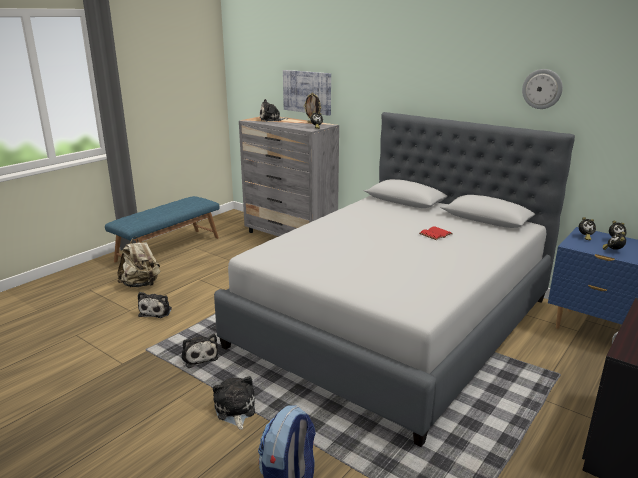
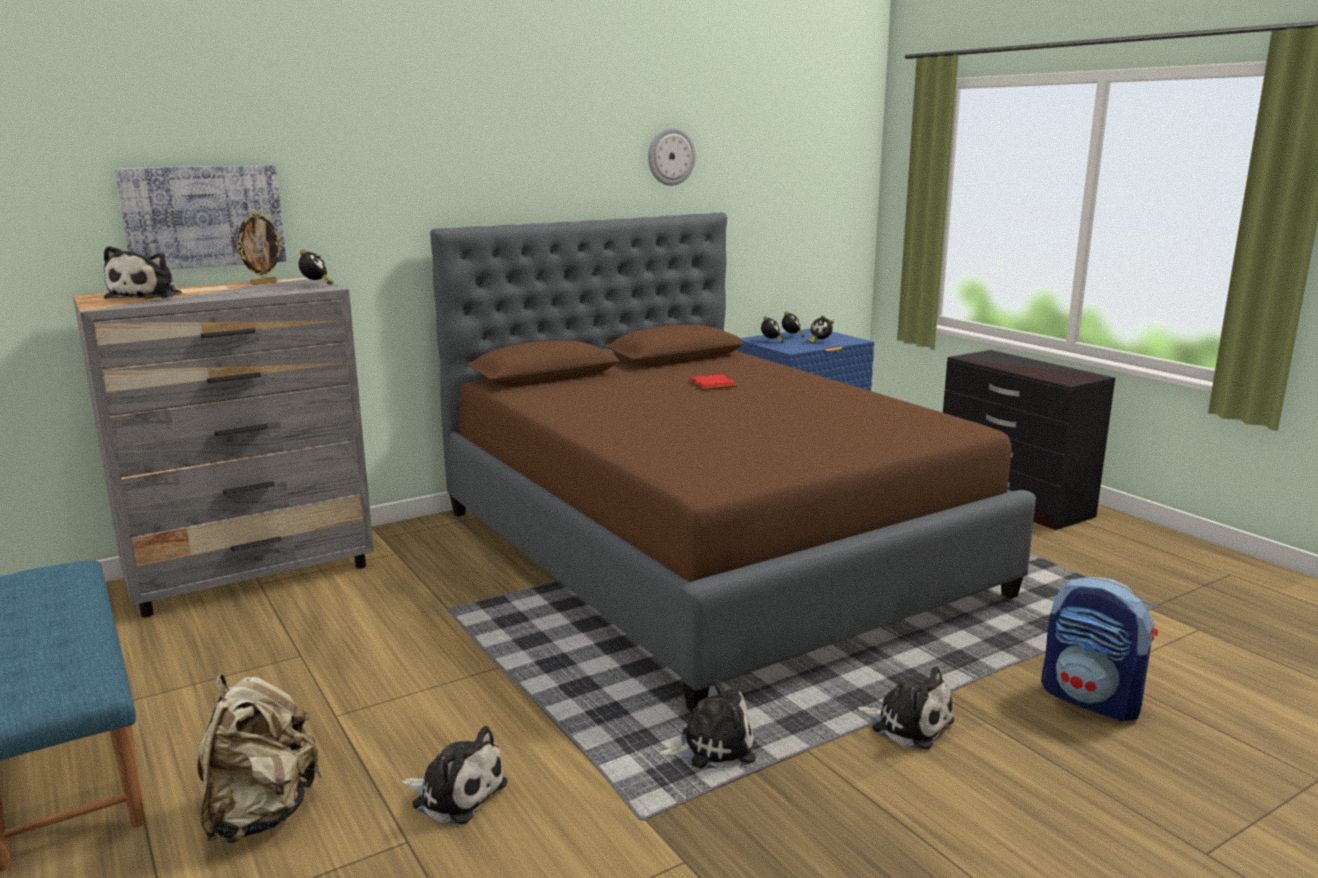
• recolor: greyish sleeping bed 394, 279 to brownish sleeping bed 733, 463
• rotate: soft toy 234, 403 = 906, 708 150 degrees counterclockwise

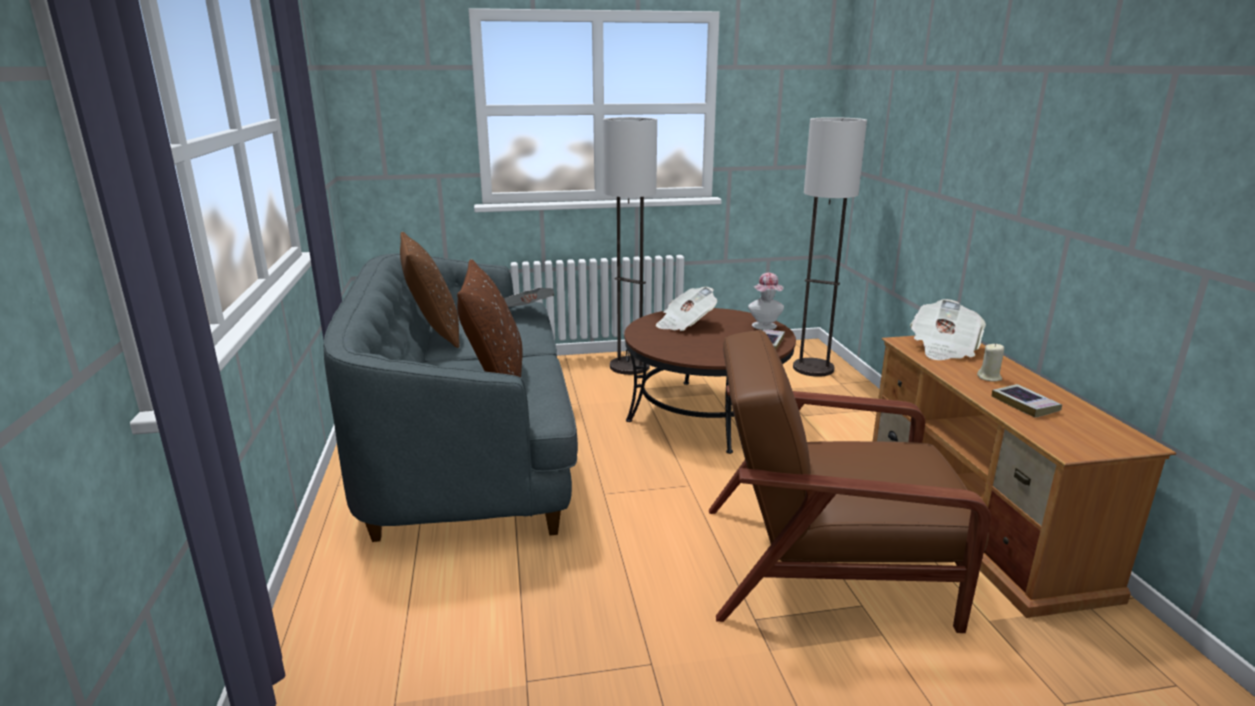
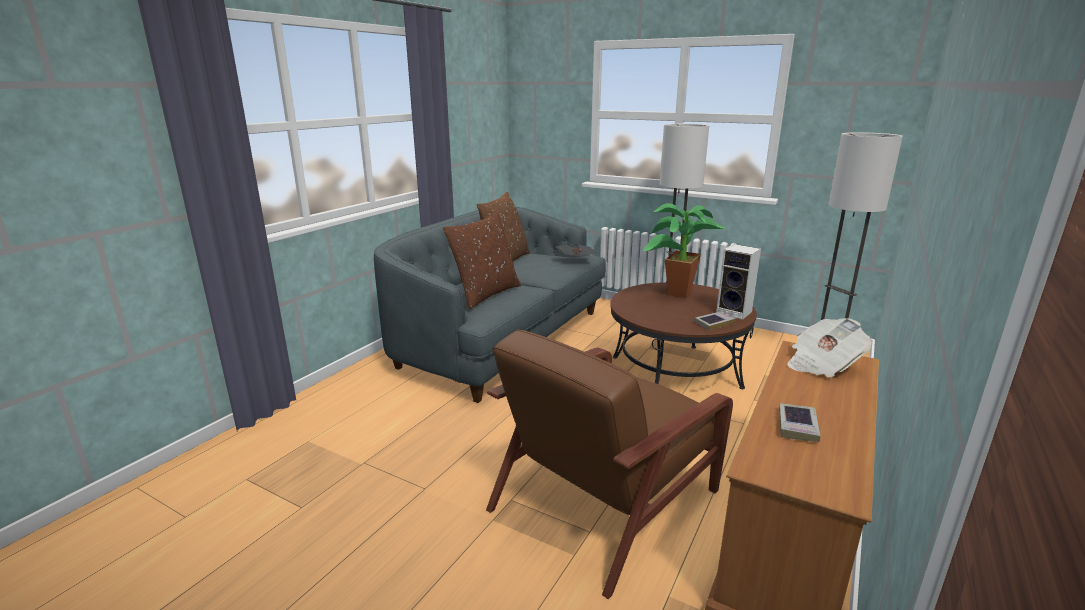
• rotate: brownish easy chair 850, 481 = 609, 464 90 degrees counterclockwise
• replace: printed paper 686, 309 to houseplant 684, 250
• replace: clothing hat 766, 301 to speaker 738, 282
• delete: sand-coloured candle 990, 362

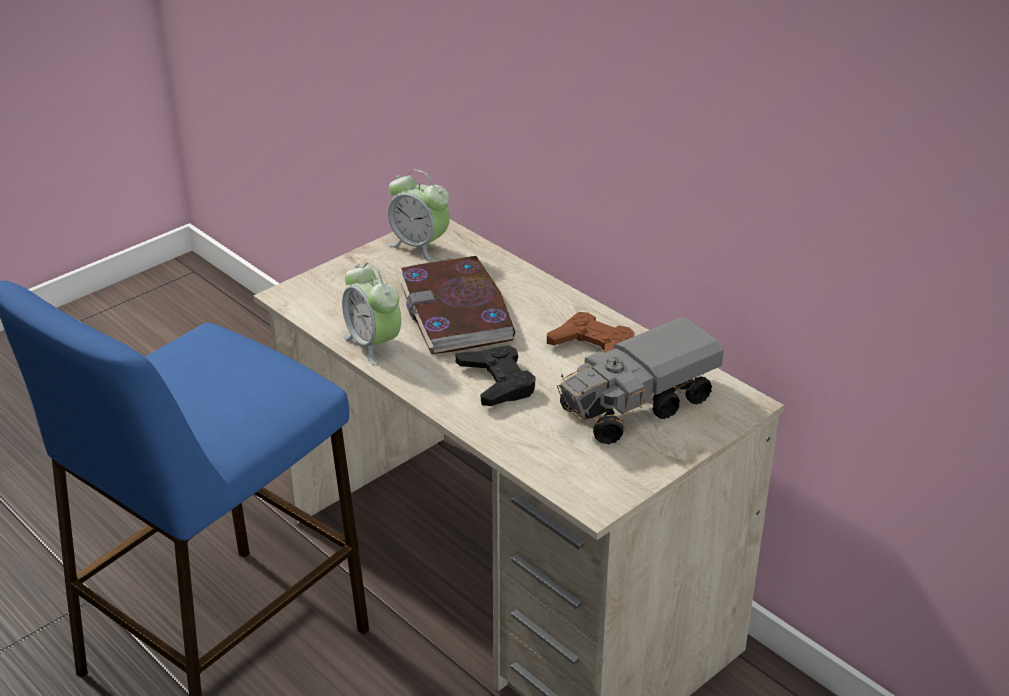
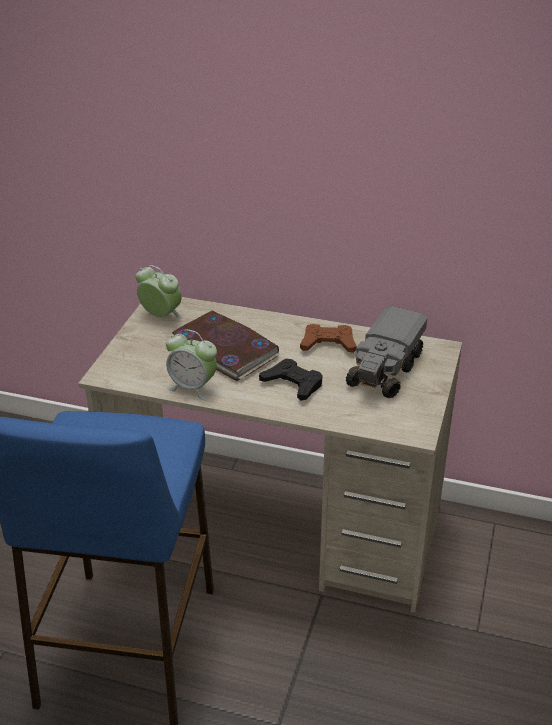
• rotate: table clock 419, 215 = 160, 291 150 degrees counterclockwise

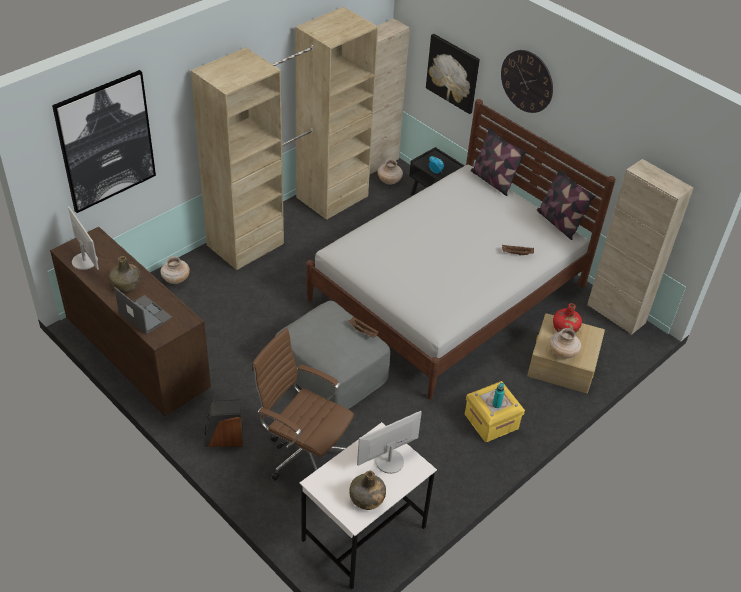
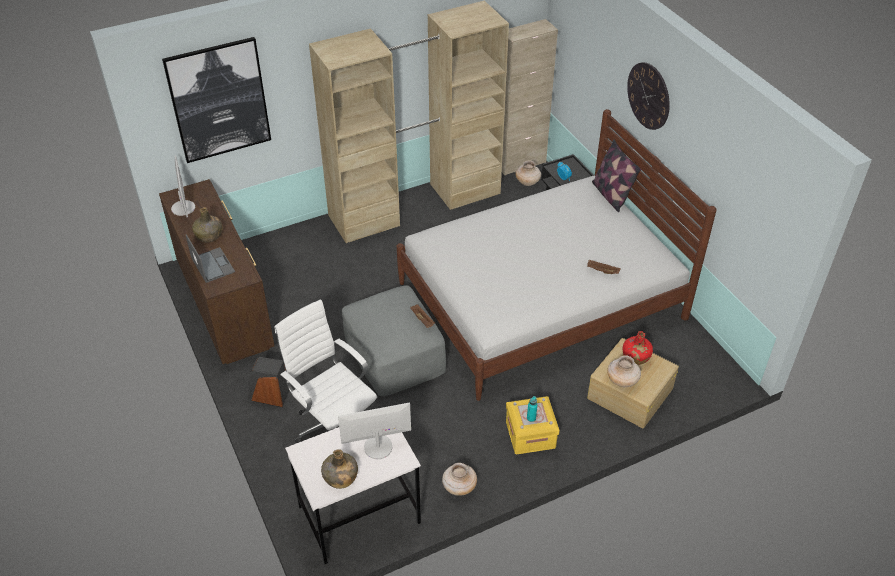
• recolor: brownish computer chair 303, 404 to white-coloured computer chair 325, 371
• move: sand-coloured flower vase 175, 270 to 459, 479
• delete: wall picture 453, 74
• delete: cushion 566, 205
• delete: sand-coloured storage cabinet 640, 247

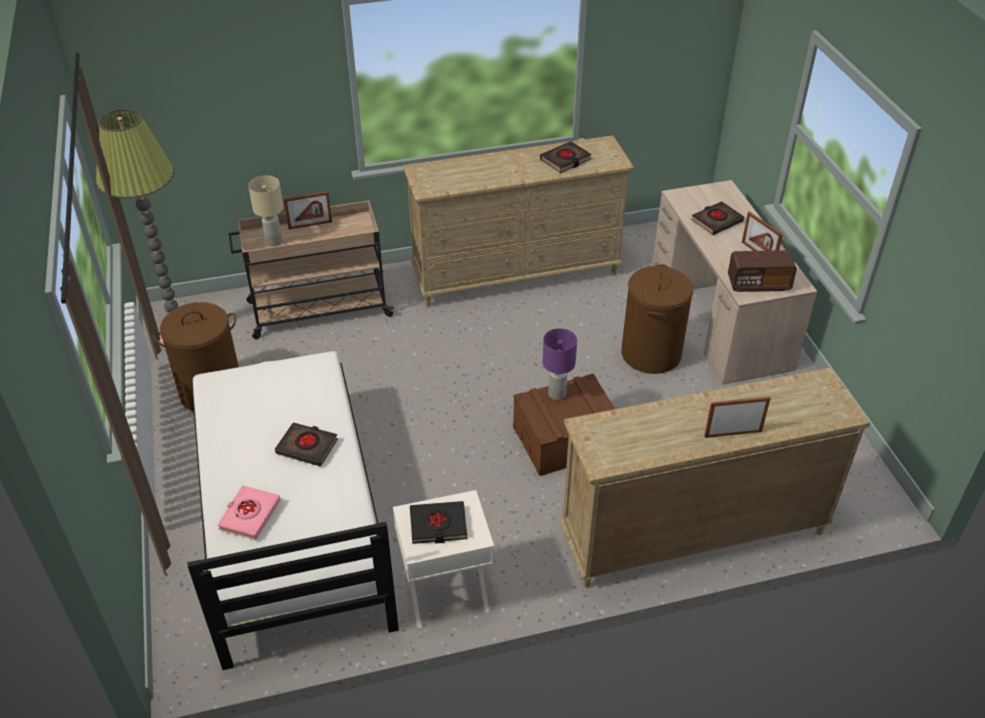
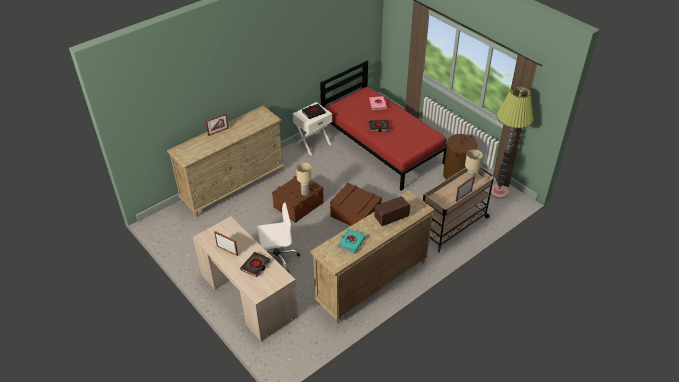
• replace: brownish washing basket 657, 319 to white-coloured computer chair 278, 237
• recolor: purple table lamp 560, 364 to sand-coloured table lamp 304, 179
• recolor: white-coloured sleeping bed 293, 510 to reddish sleeping bed 383, 125
• insert: brownish storage container 356, 204
• recolor: black volume 565, 157 to turquoise-coloured volume 351, 241
• move: radio receiver 762, 271 to 392, 211

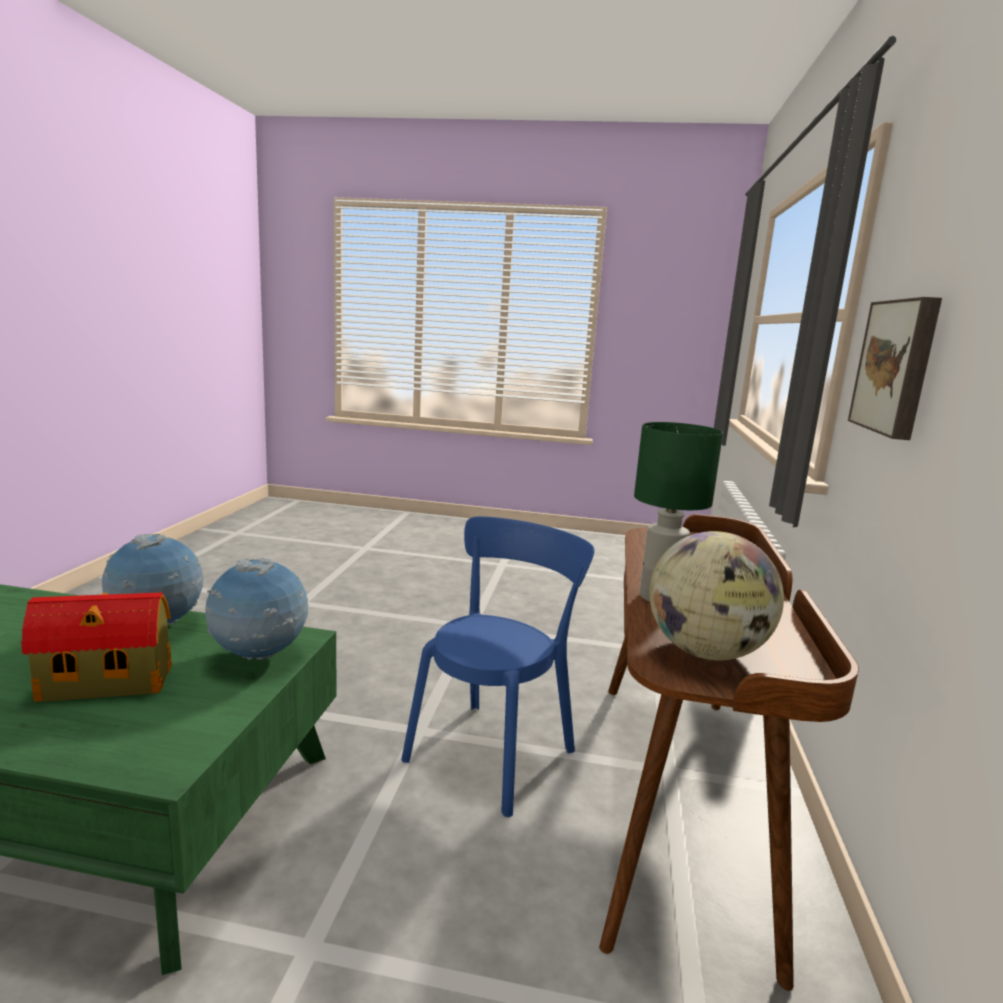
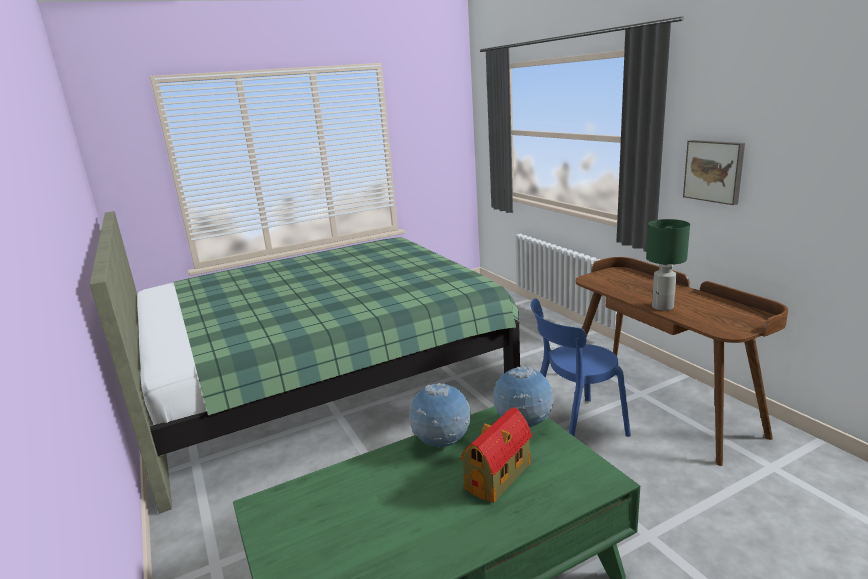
• insert: greenish sleeping bed 304, 362
• rotate: blue upright chair 498, 666 = 581, 367 105 degrees counterclockwise
• delete: desk globe 716, 596

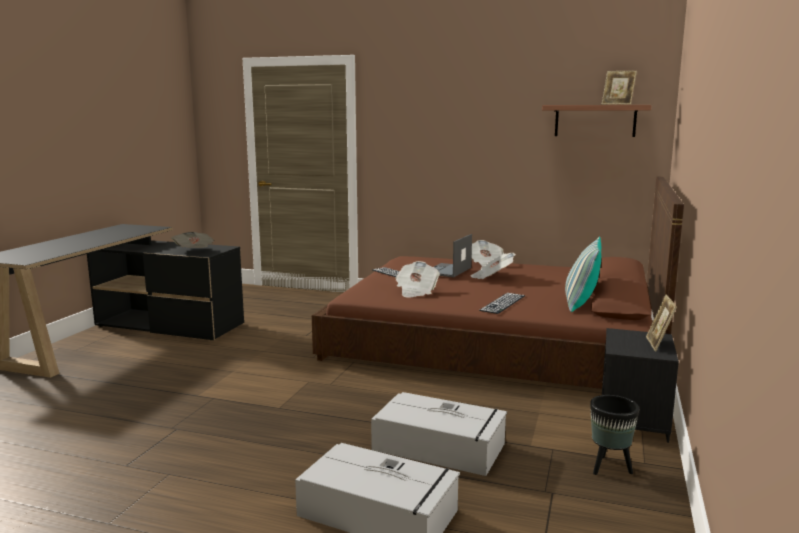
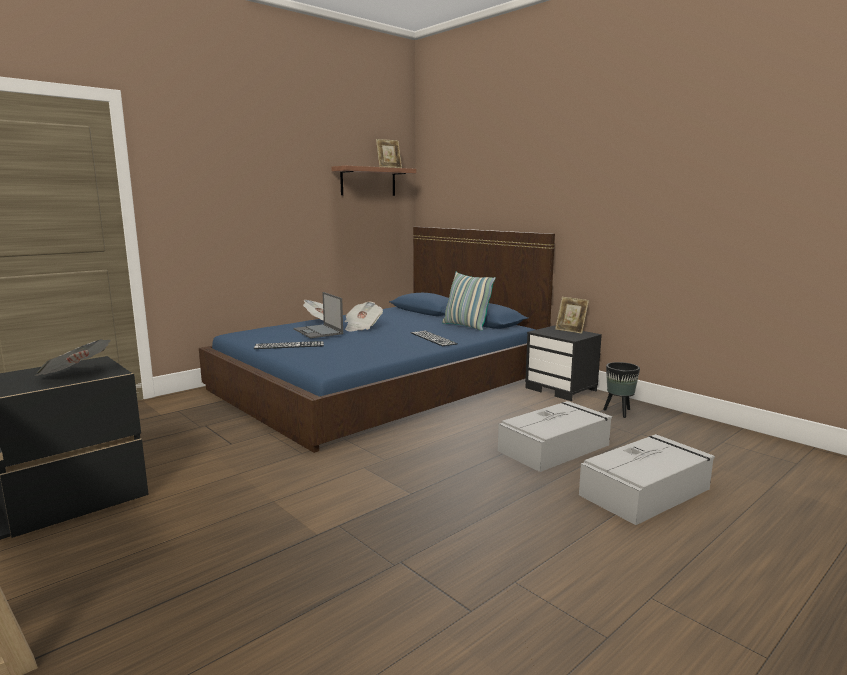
• recolor: brownish sleeping bed 498, 283 to blue sleeping bed 377, 340
• delete: printed paper 417, 279

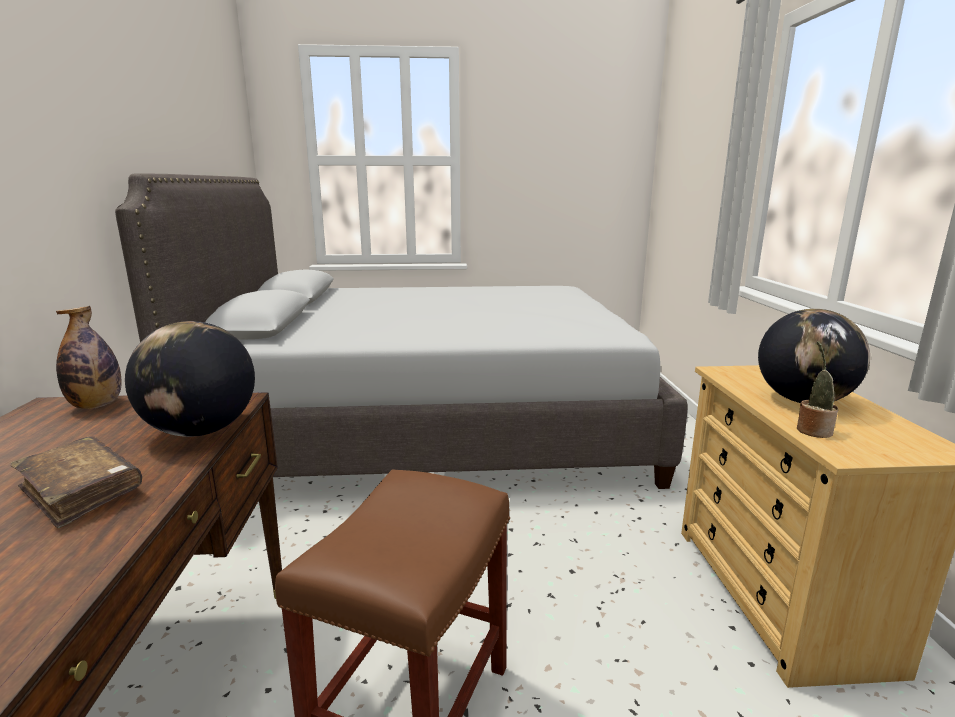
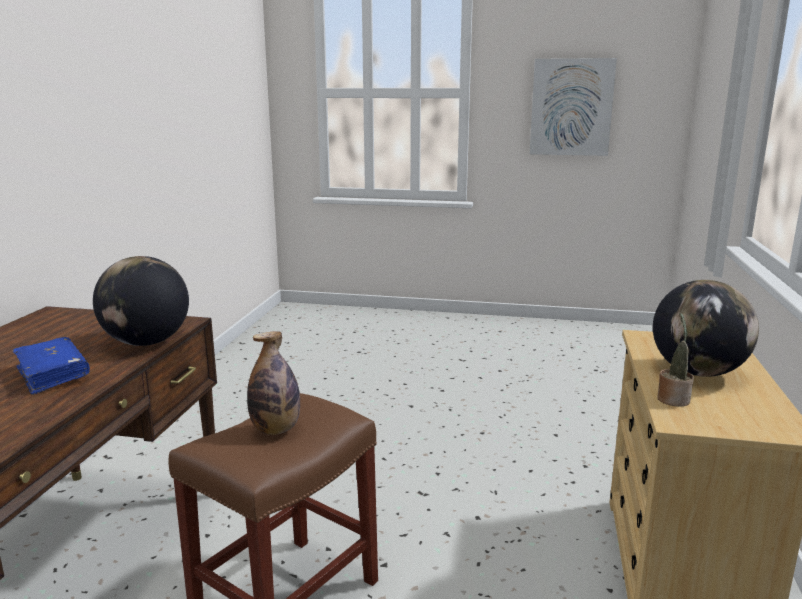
• recolor: brownish volume 76, 482 to blue volume 51, 366
• move: bottle 89, 357 to 273, 383
• insert: wall picture 573, 107
• delete: greyish sleeping bed 401, 331

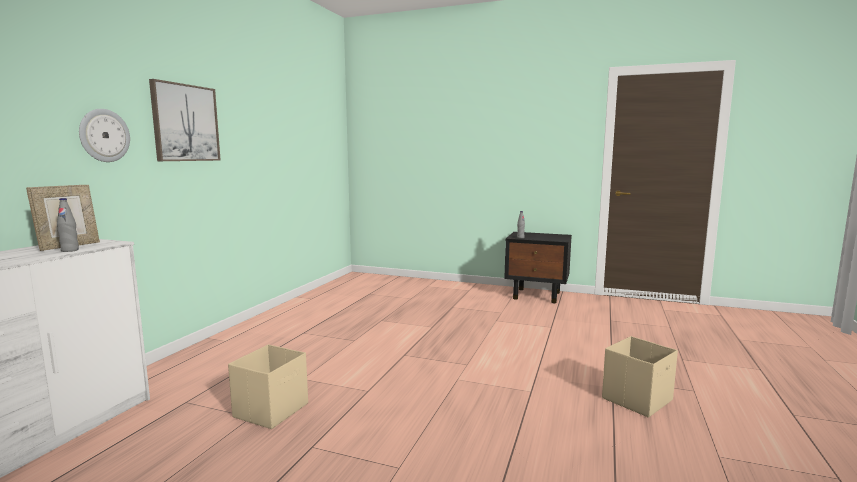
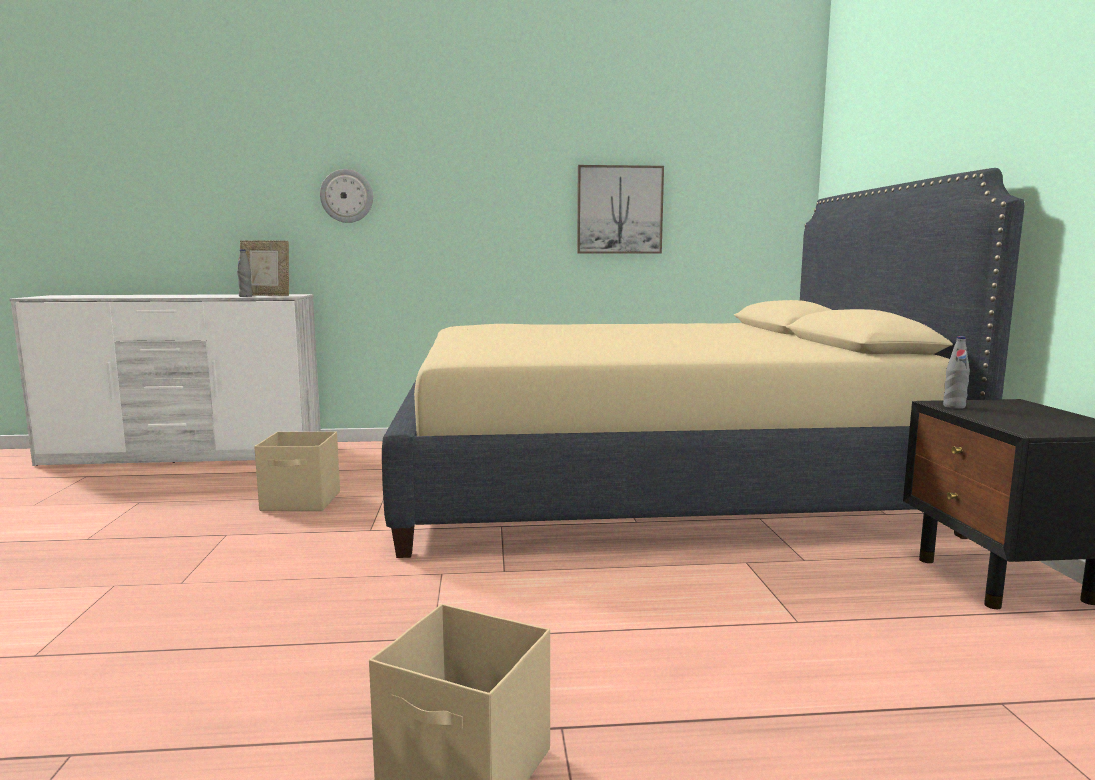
• insert: sand-coloured sleeping bed 703, 363
• move: wall picture 185, 120 to 620, 209

